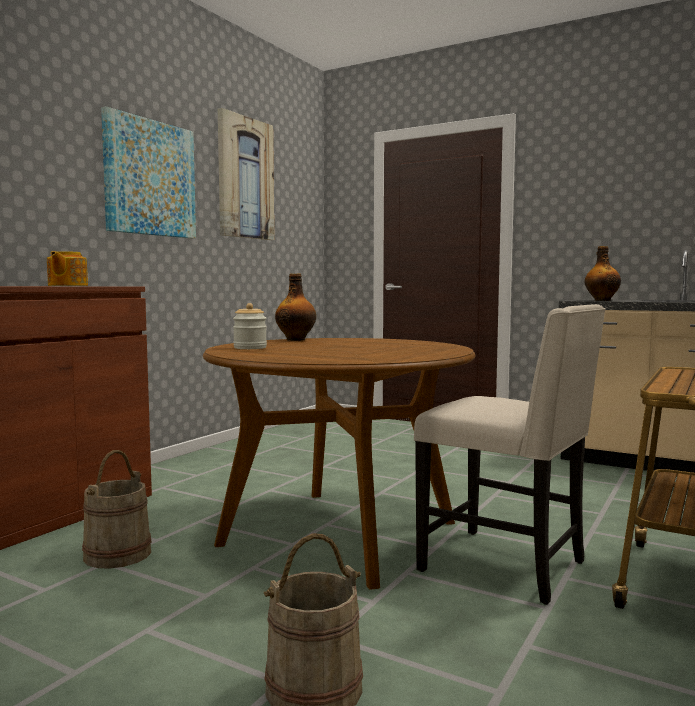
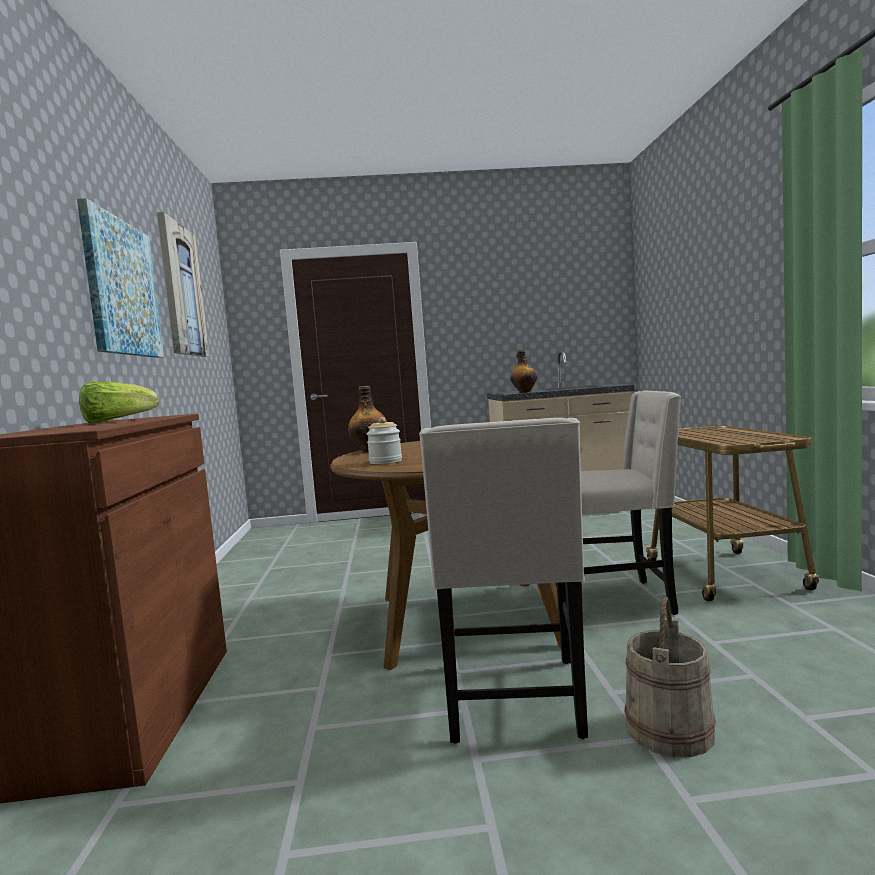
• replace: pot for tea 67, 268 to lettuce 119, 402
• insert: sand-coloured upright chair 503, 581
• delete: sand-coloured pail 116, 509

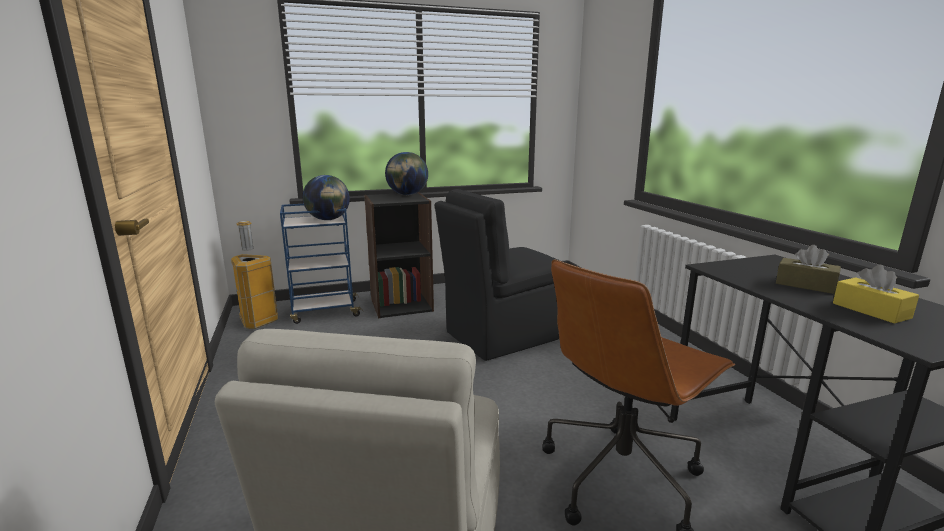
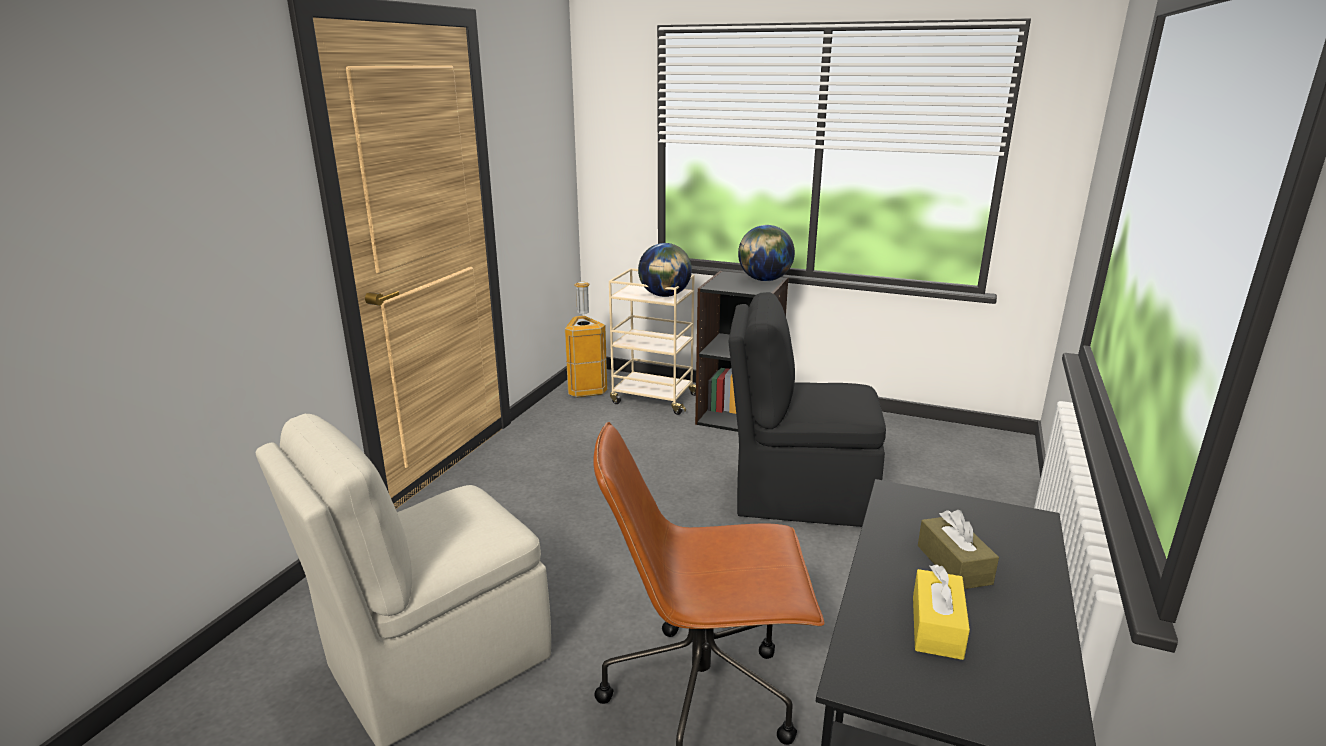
• recolor: blue trolley 321, 264 to sand-coloured trolley 652, 341

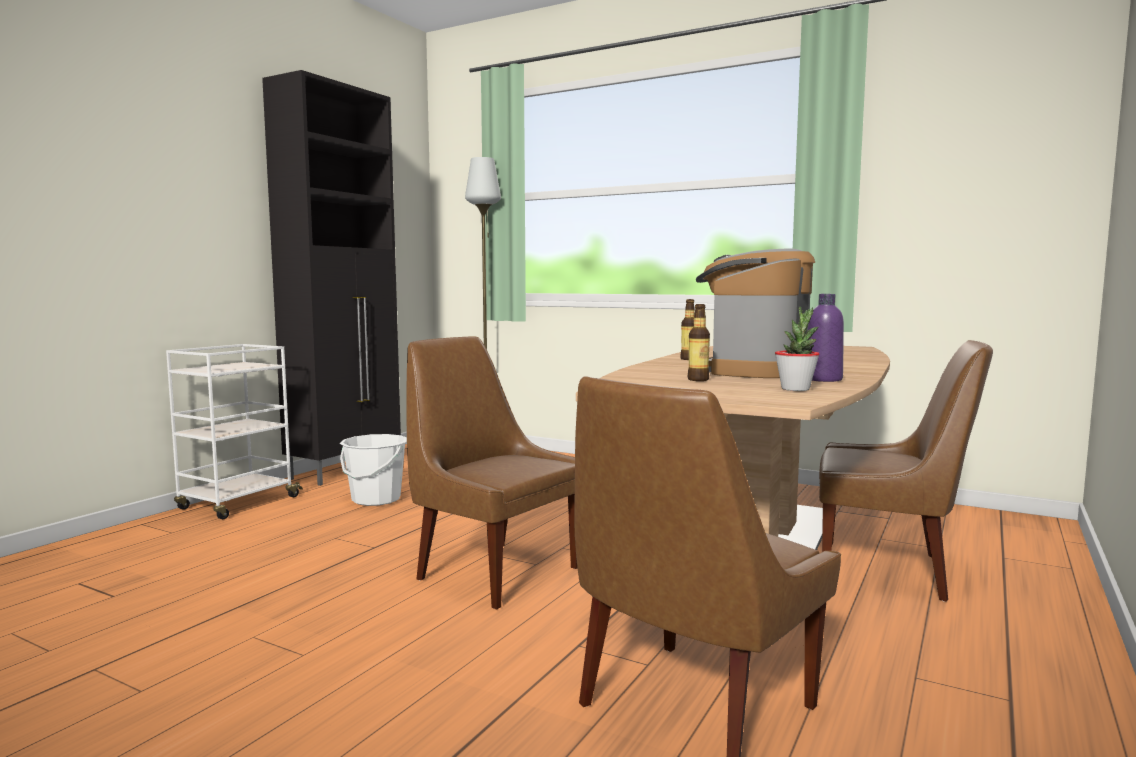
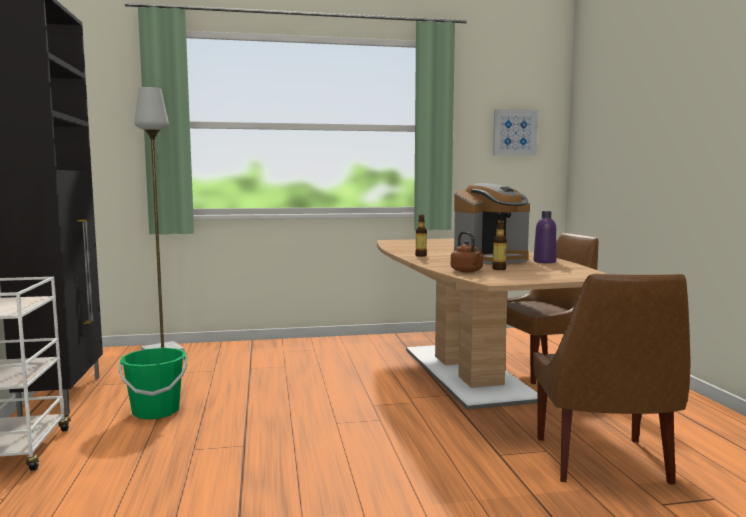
• recolor: white-coloured pail 373, 470 to greenish pail 153, 383
• insert: brownish water kettle 467, 251
• rotate: coffee brewer 755, 313 = 491, 224 105 degrees counterclockwise
• insert: wall picture 515, 132
• delete: brownish upright chair 491, 472
• delete: houseplant 797, 349

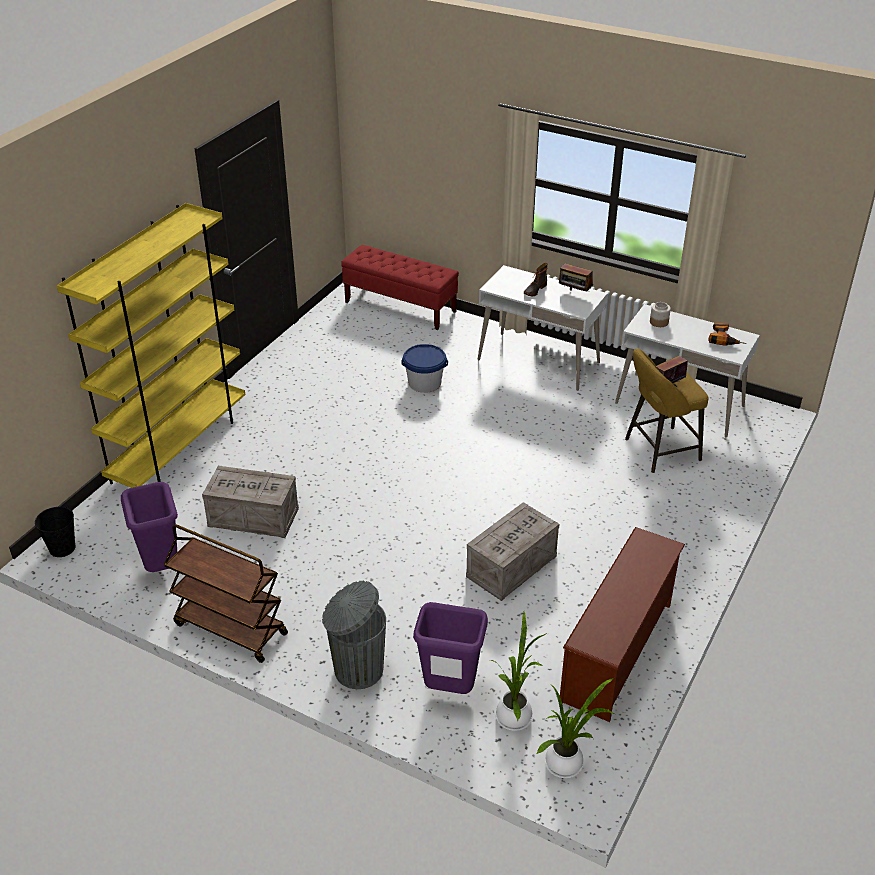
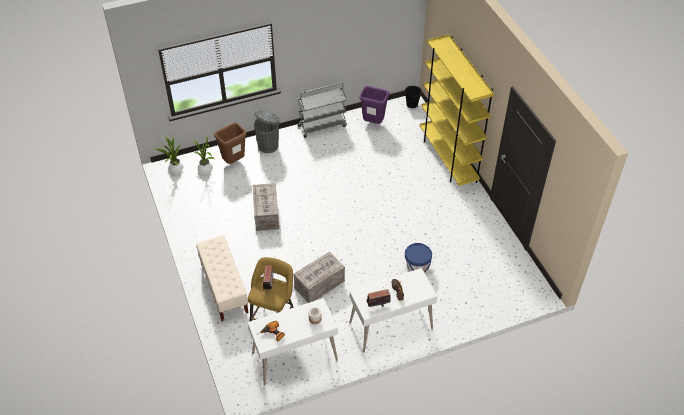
• insert: sand-coloured long seat 222, 279
• recolor: purple rubbish bin 450, 648 to brownish rubbish bin 230, 143
• move: packing crate 250, 502 to 319, 277
• recolor: brownish trolley 226, 593 to greyish trolley 322, 110
• delete: reddish long seat 400, 287
• delete: brownish shoe rack 622, 624

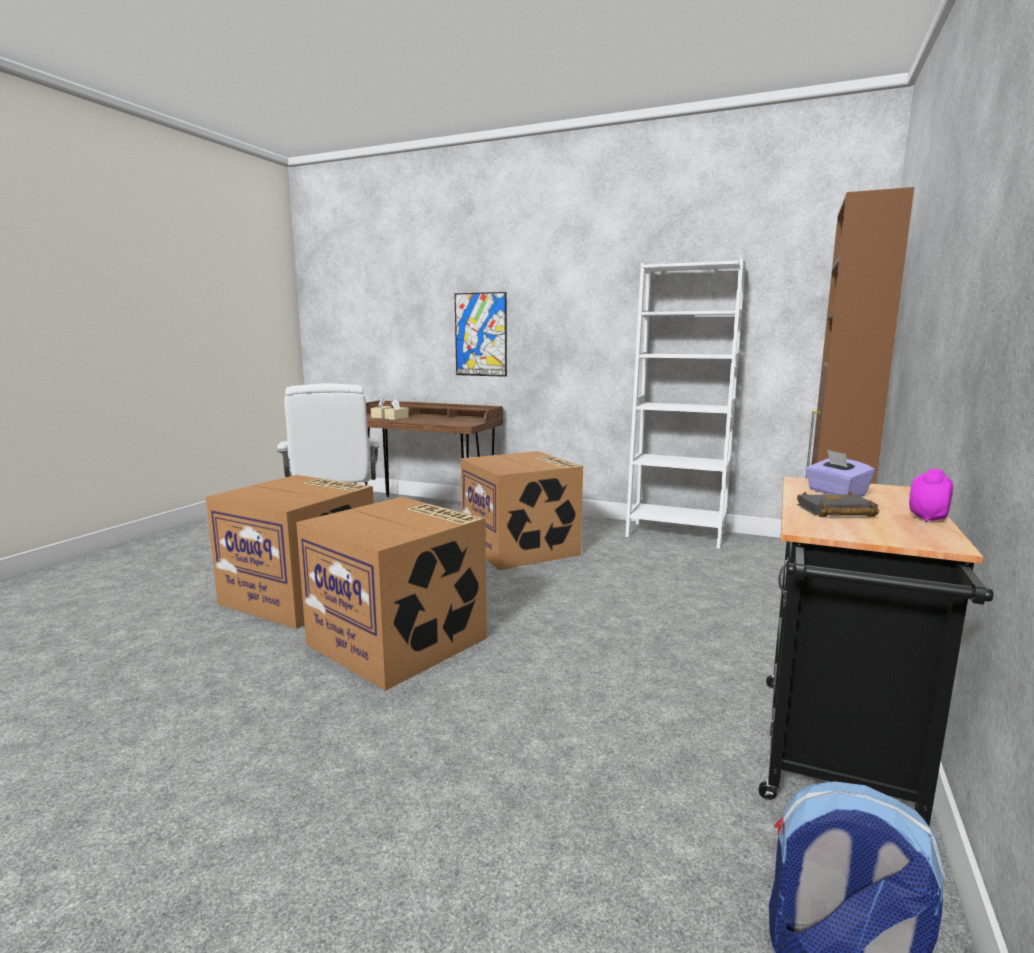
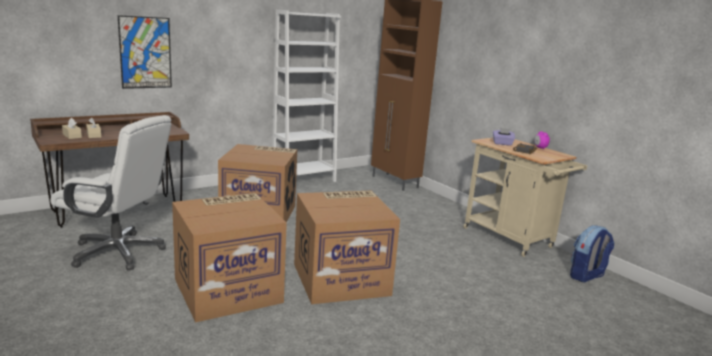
• recolor: black trolley 876, 651 to sand-coloured trolley 525, 197

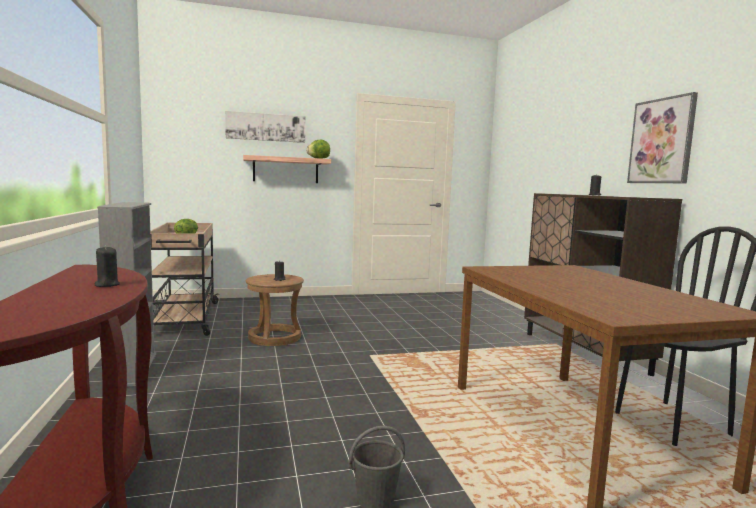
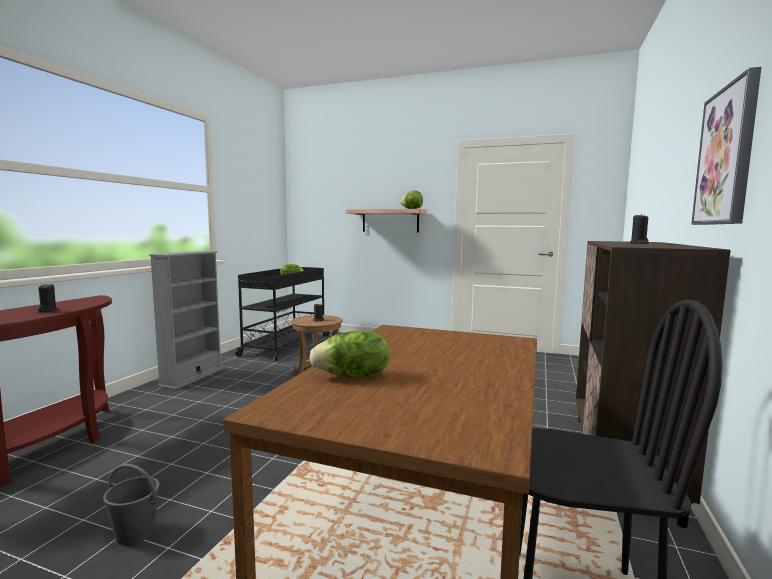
• recolor: sand-coloured trolley 184, 279 to black trolley 282, 314
• insert: lettuce 349, 353
• delete: wall picture 265, 127

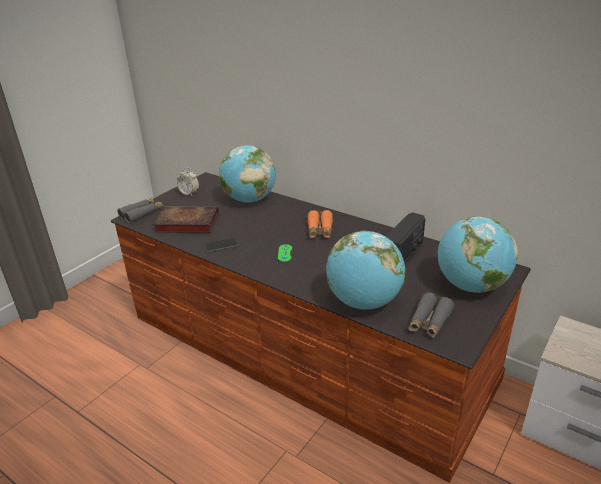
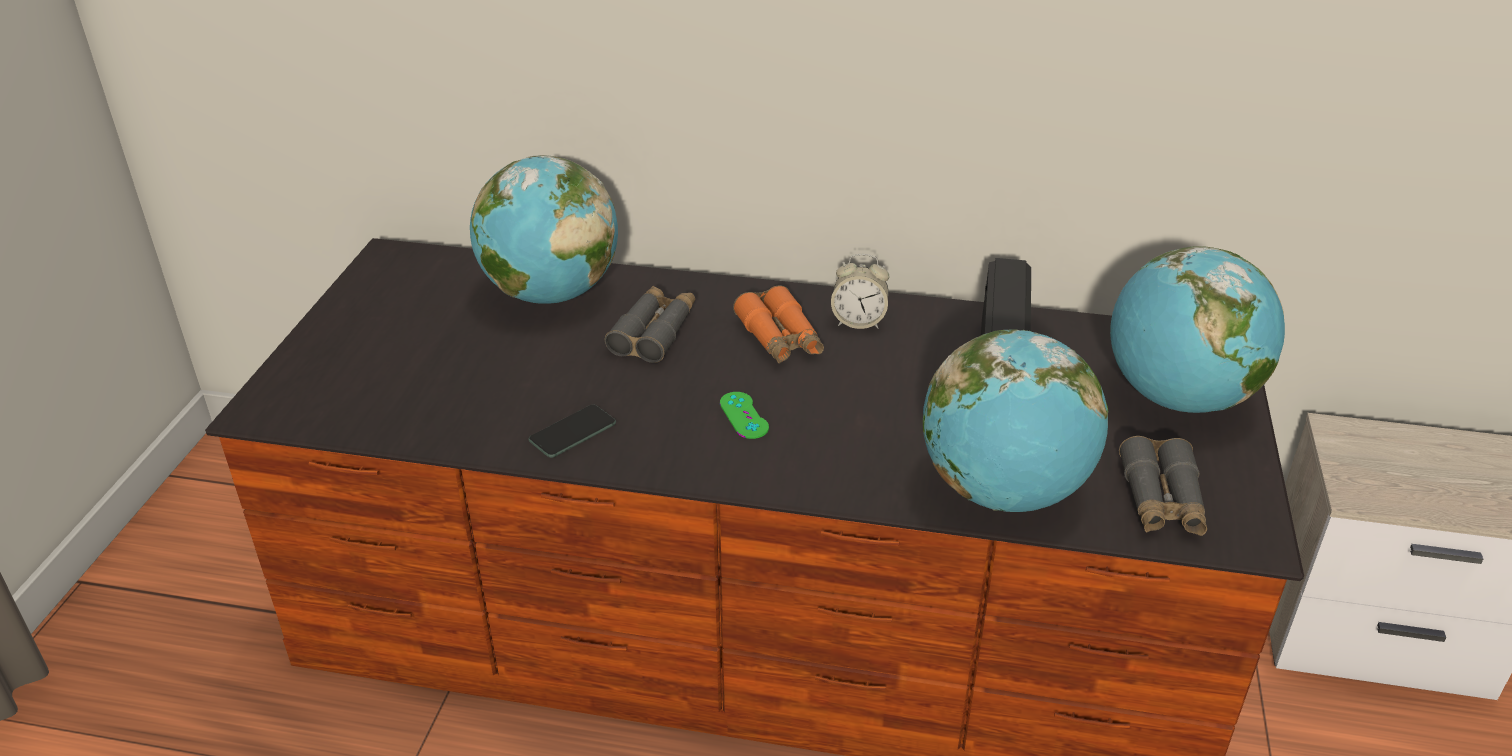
• move: greyish binoculars 140, 210 to 650, 324
• move: table clock 188, 181 to 860, 291
• delete: volume 185, 219

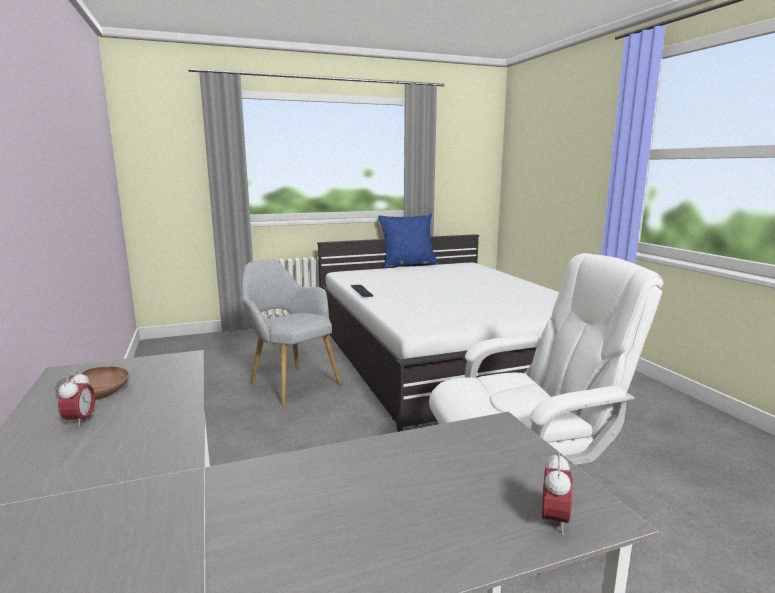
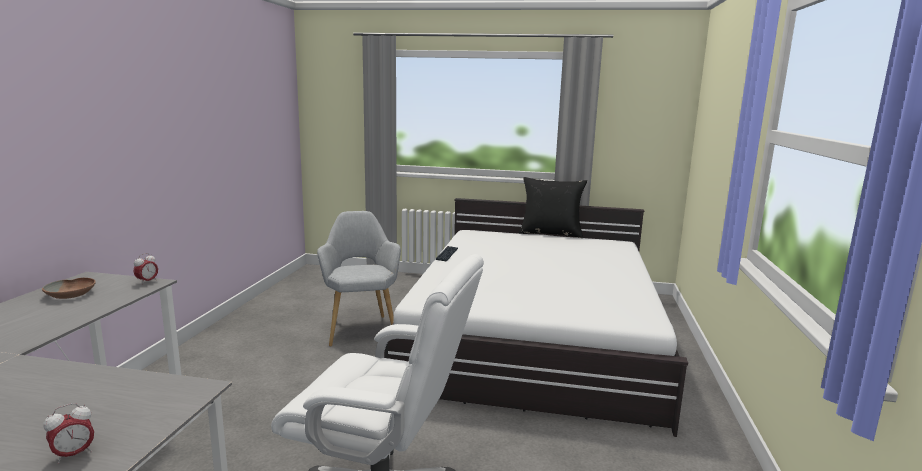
• move: table clock 76, 399 to 146, 269
• recolor: blue cushion 408, 241 to black cushion 553, 207

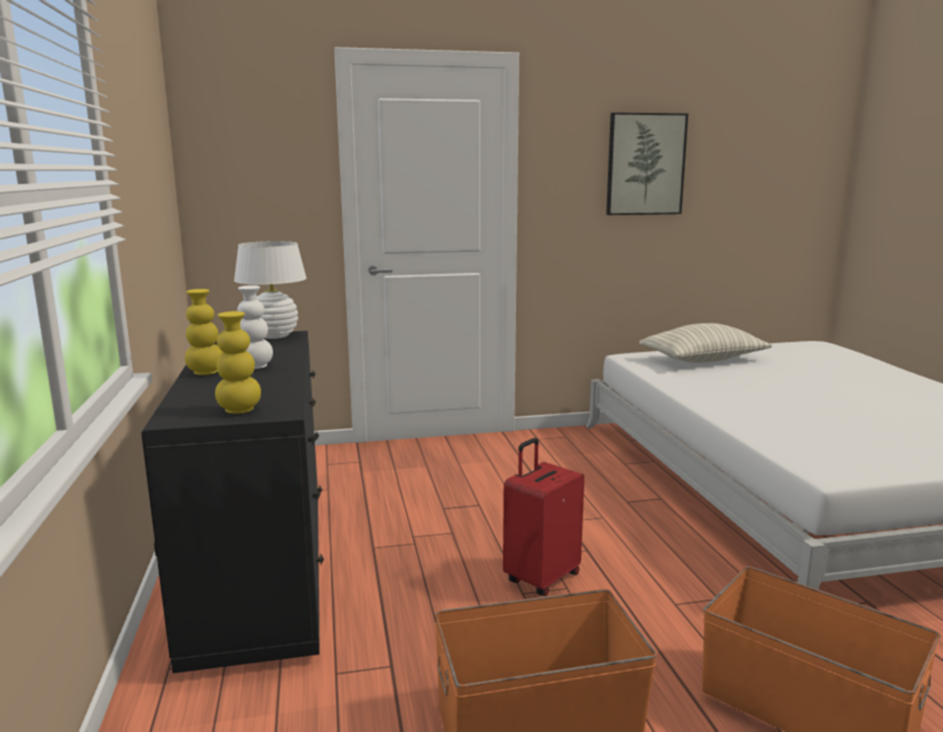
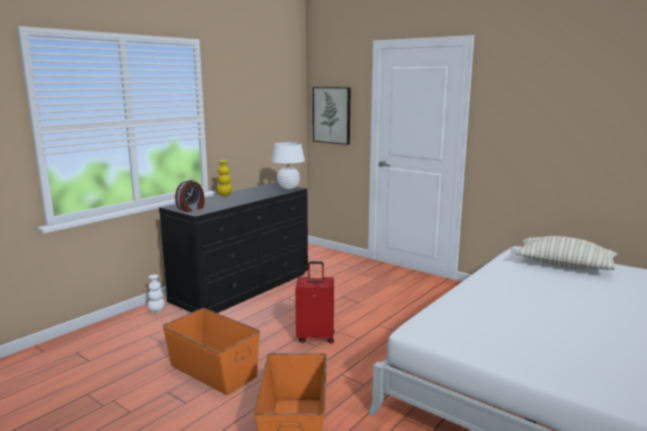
• move: white-coloured flower vase 255, 327 to 156, 294
• replace: yellowish flower vase 238, 362 to table clock 190, 196
• move: wall picture 647, 163 to 332, 116

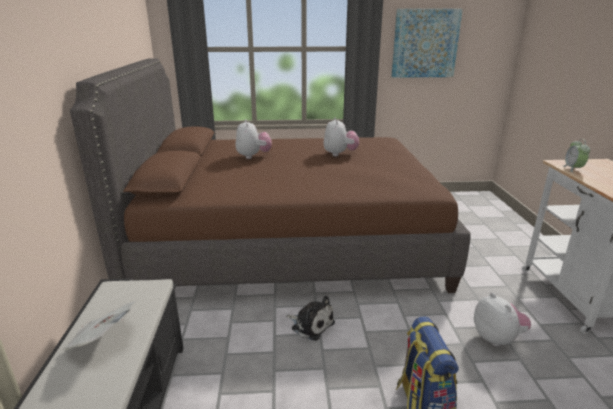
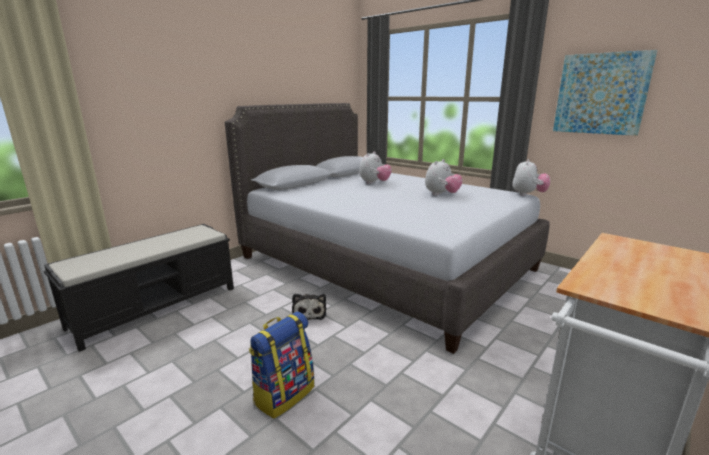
• recolor: brownish sleeping bed 270, 175 to greyish sleeping bed 387, 228
• move: soft toy 502, 320 to 531, 177
• delete: printed paper 99, 325
• delete: table clock 576, 156

